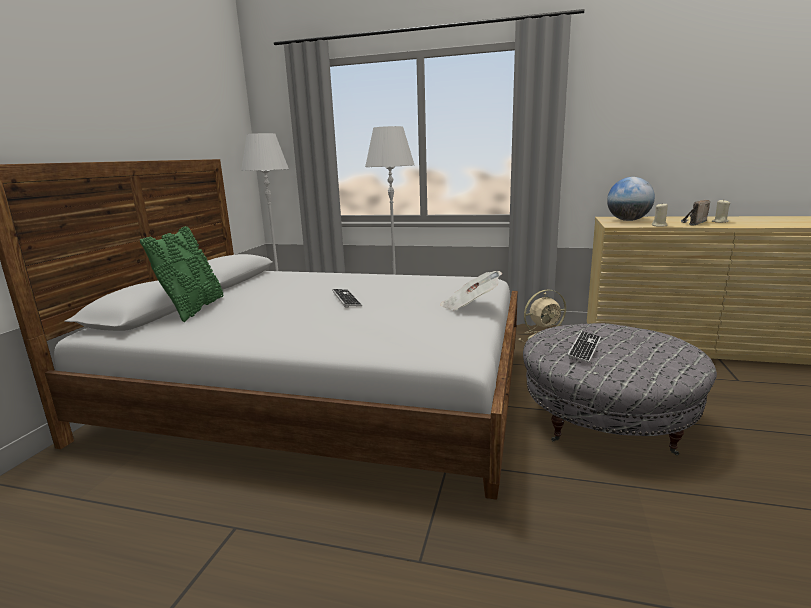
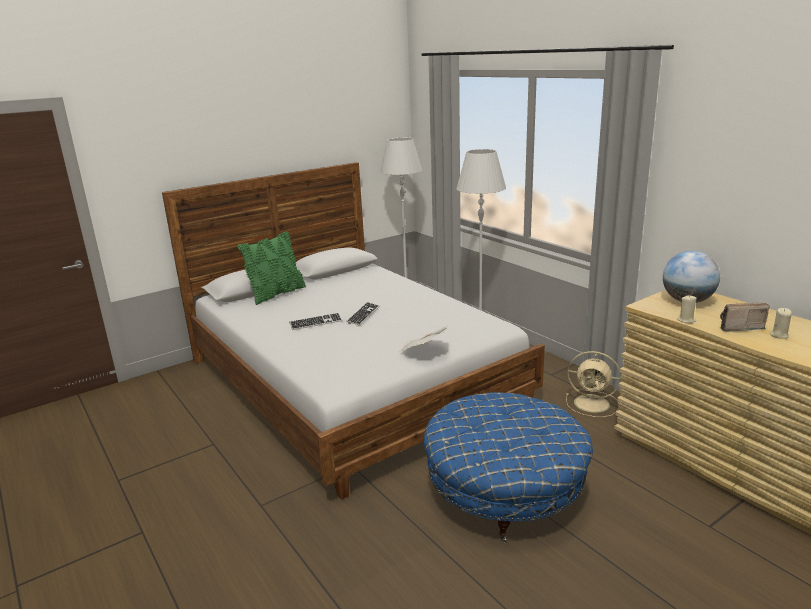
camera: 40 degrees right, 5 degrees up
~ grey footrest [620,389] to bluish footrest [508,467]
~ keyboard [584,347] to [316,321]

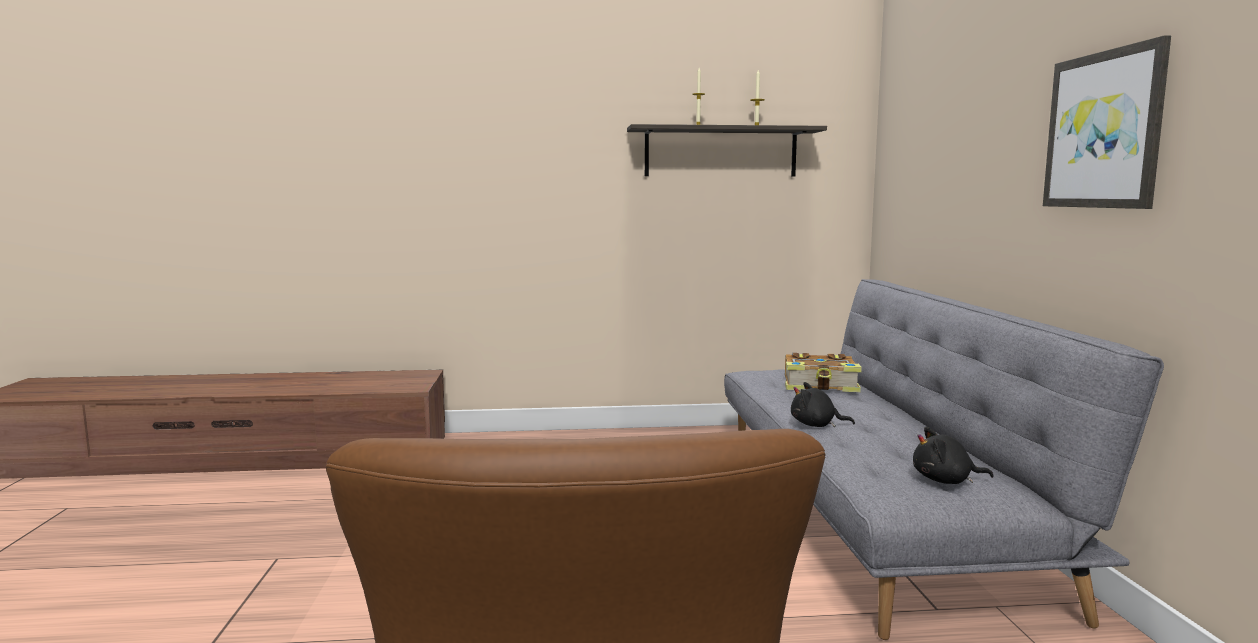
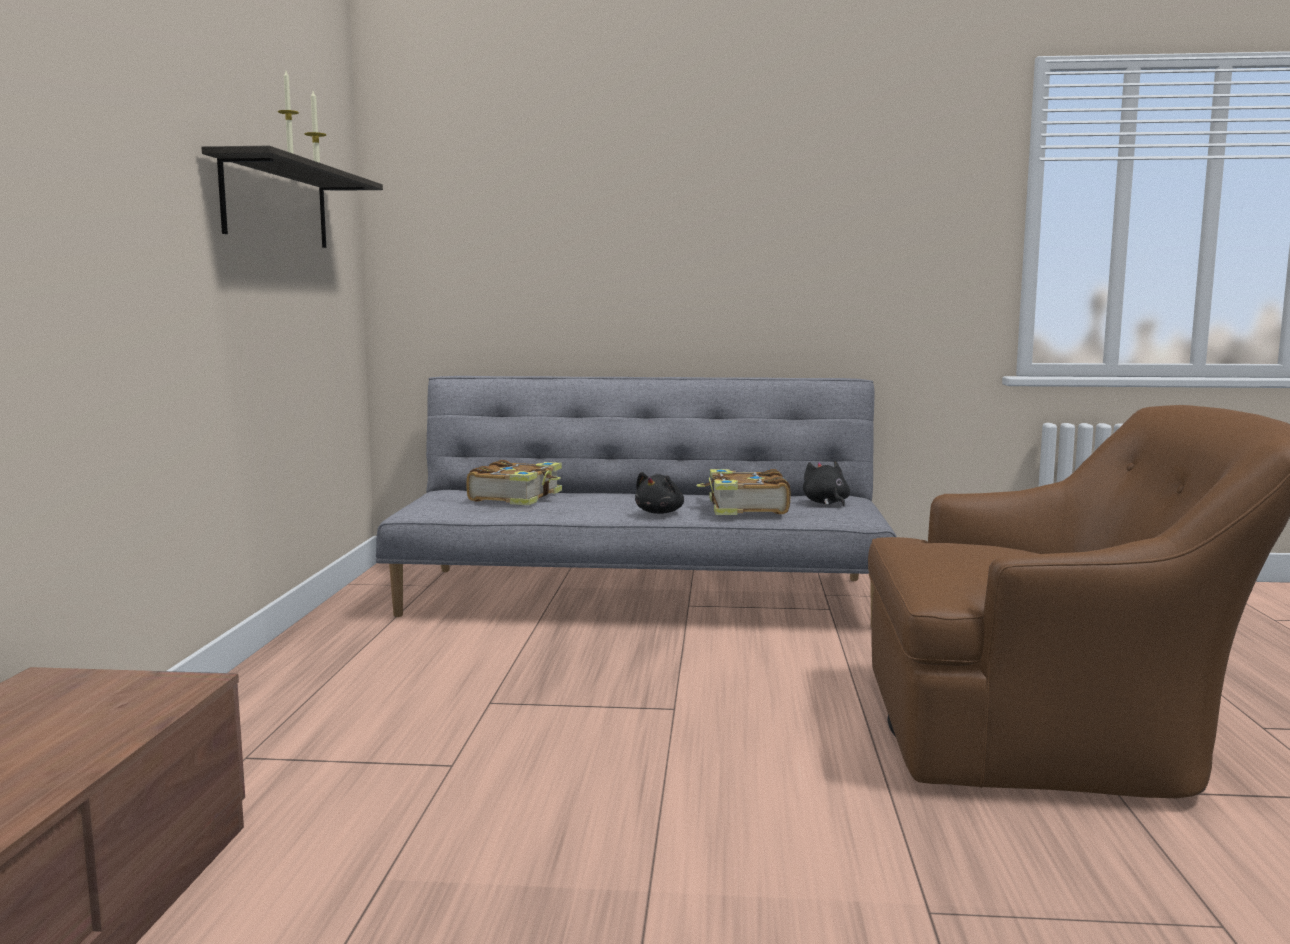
camera: 80 degrees left, 0 degrees up
- wall art [1107,122]
~ blackish soft toy [953,455] = [826,484] 150 degrees clockwise
+ bound book [743,492]

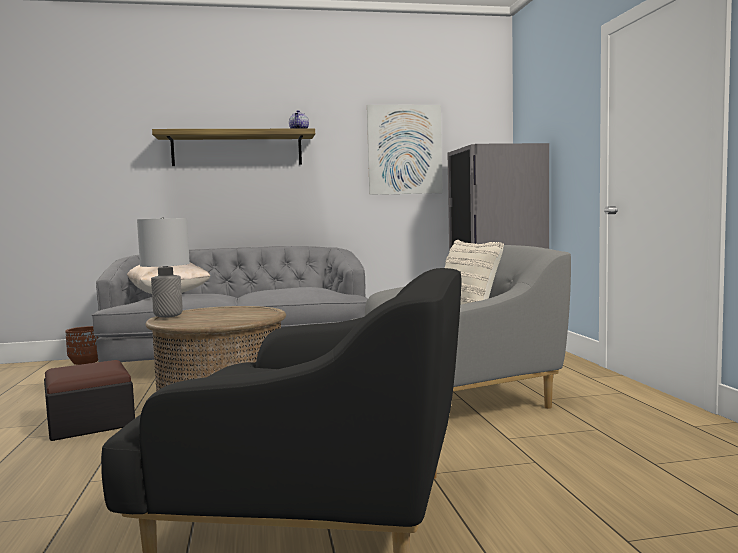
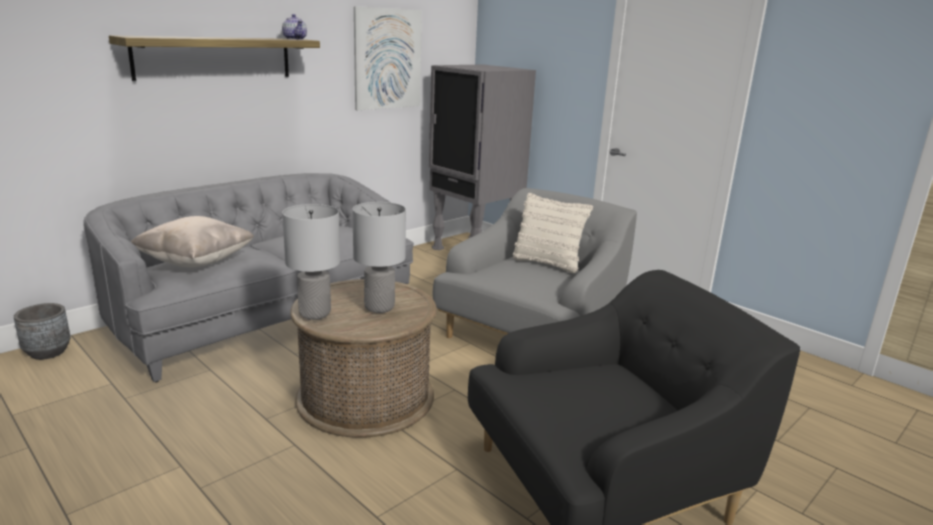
camera: 35 degrees left, 15 degrees up
~ brown-coloured flower pot [82,345] to grey flower pot [42,331]
- footrest [89,400]
+ grey table lamp [379,257]

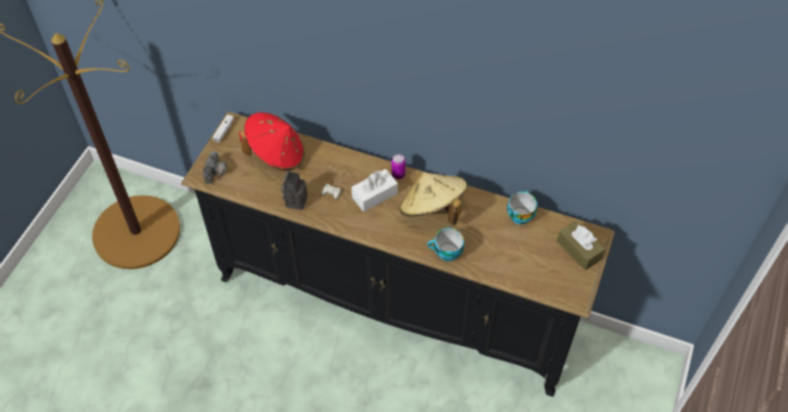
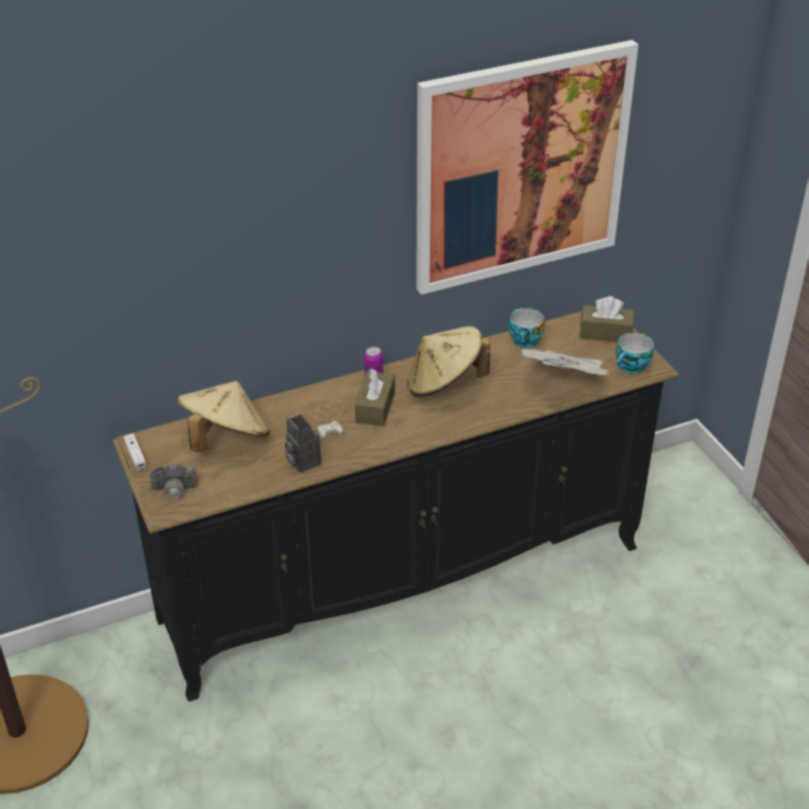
camera: 45 degrees left, 15 degrees down
~ red-coloured hat [271,141] to beige-coloured hat [223,416]
~ photo camera [217,168] = [178,481] 120 degrees clockwise
~ whitish tissue box [374,190] to brown-coloured tissue box [375,397]
~ small cup [445,244] to [635,353]
+ wall art [527,167]
+ newspaper [565,362]

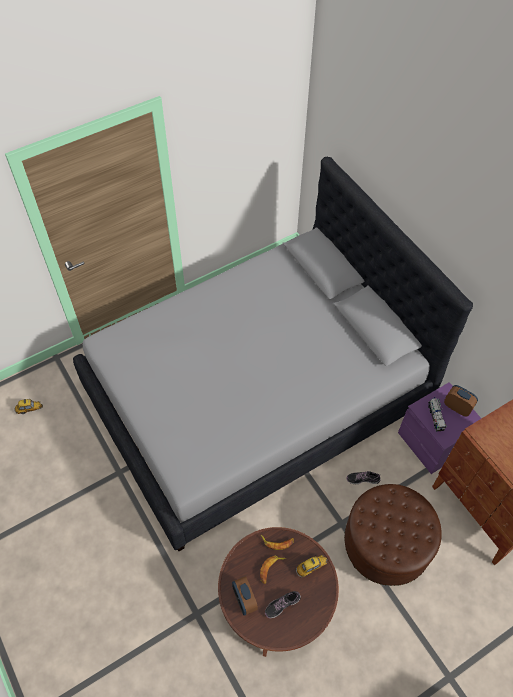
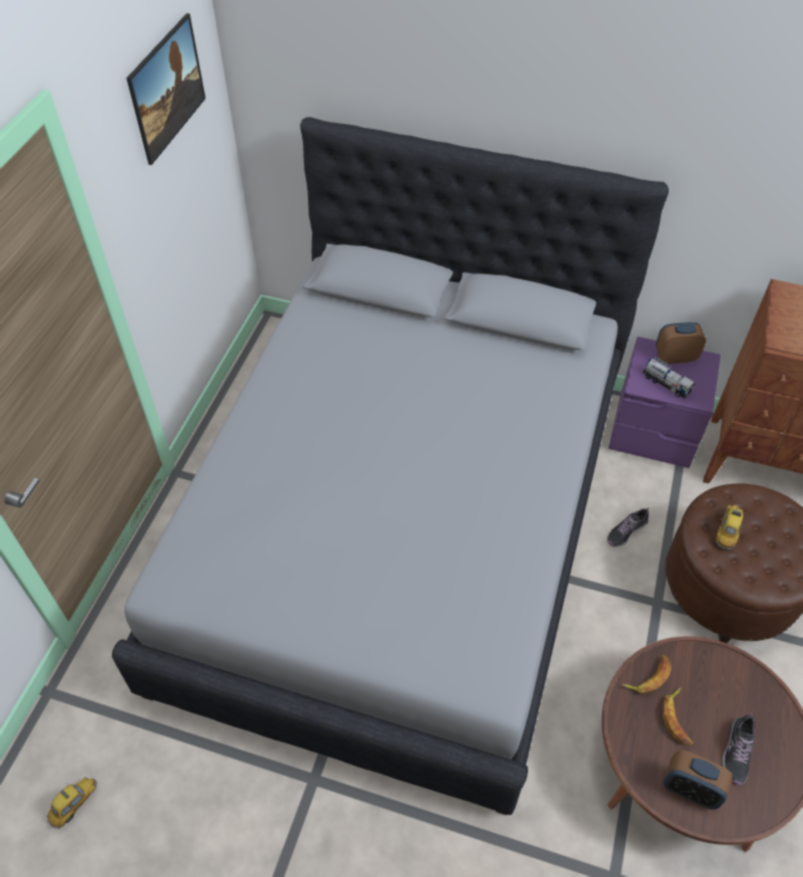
camera: 40 degrees left, 5 degrees down
~ toy car [311,566] to [729,527]
+ wall art [166,89]

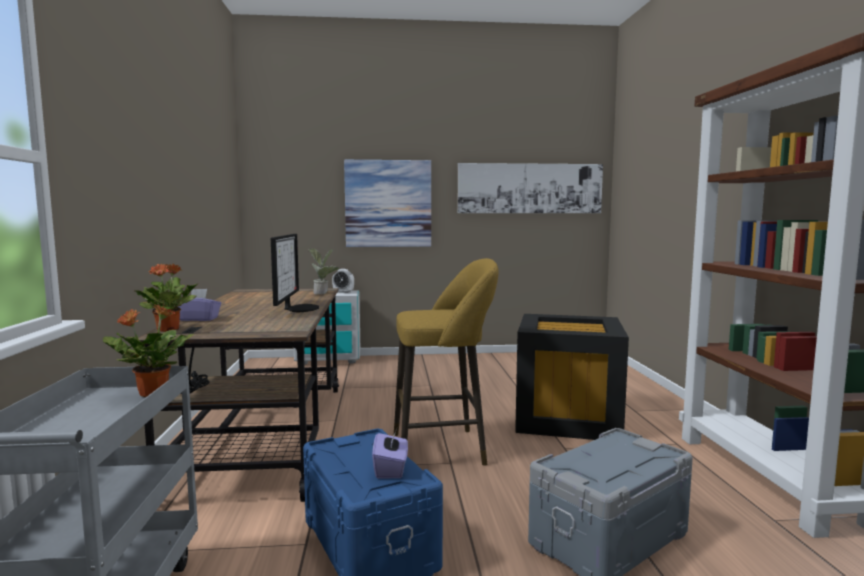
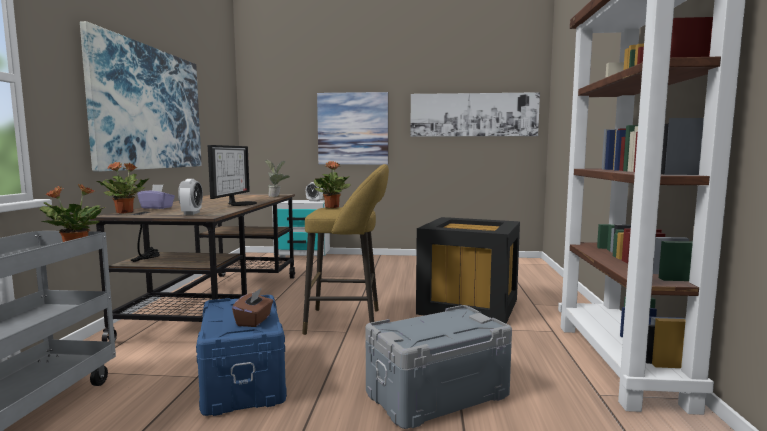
camera: 10 degrees right, 0 degrees up
~ purplish tissue box [390,454] to brown-coloured tissue box [252,308]
+ wall art [141,96]
+ potted plant [332,184]
+ bedside clock [190,197]

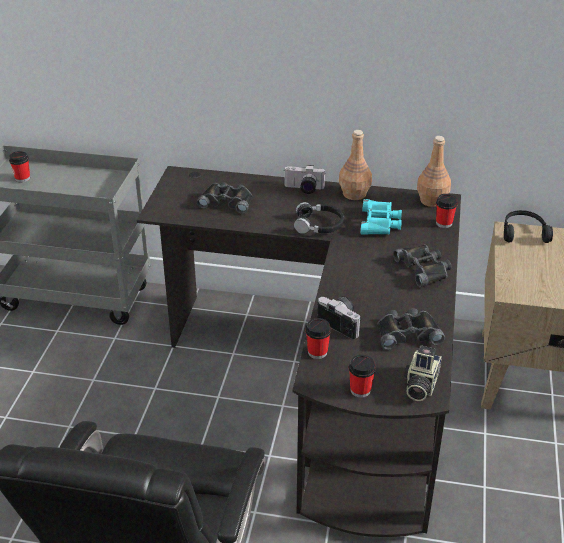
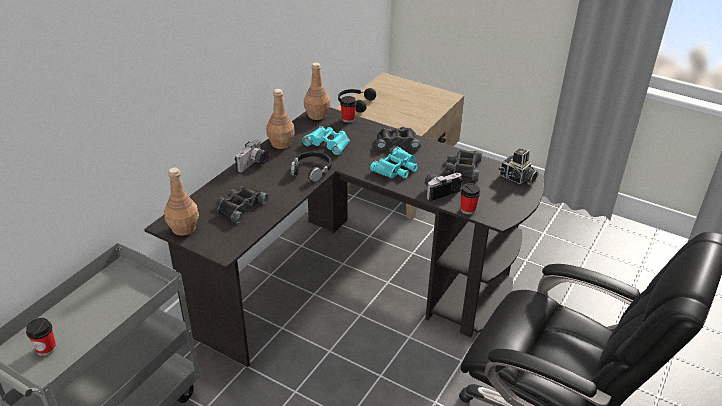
camera: 70 degrees left, 0 degrees up
- small cup [362,376]
+ blue-green pair of binoculars [394,163]
+ brown-coloured beverage bottle [181,201]

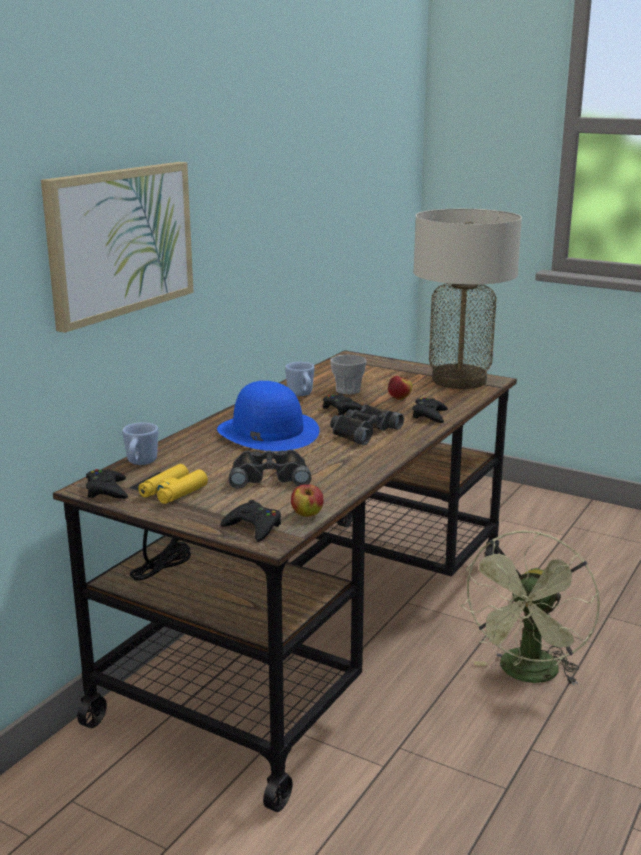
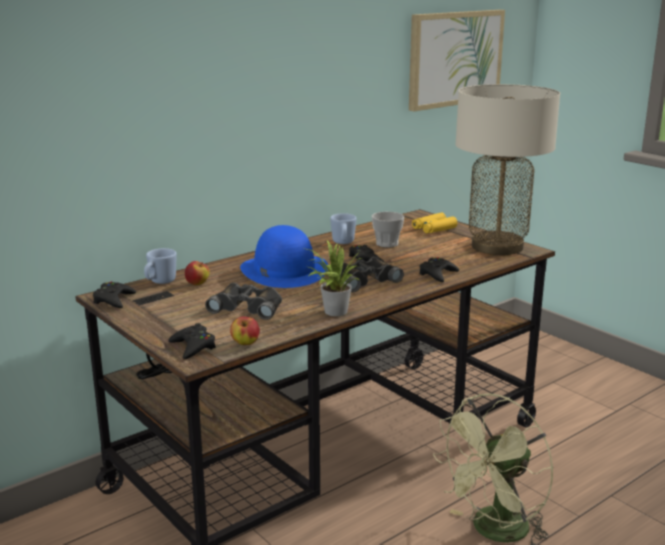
camera: 20 degrees right, 0 degrees up
~ wall art [117,247] to [457,60]
~ apple [400,388] to [197,273]
~ yellow-coloured pair of binoculars [173,484] to [435,223]
+ potted plant [331,278]

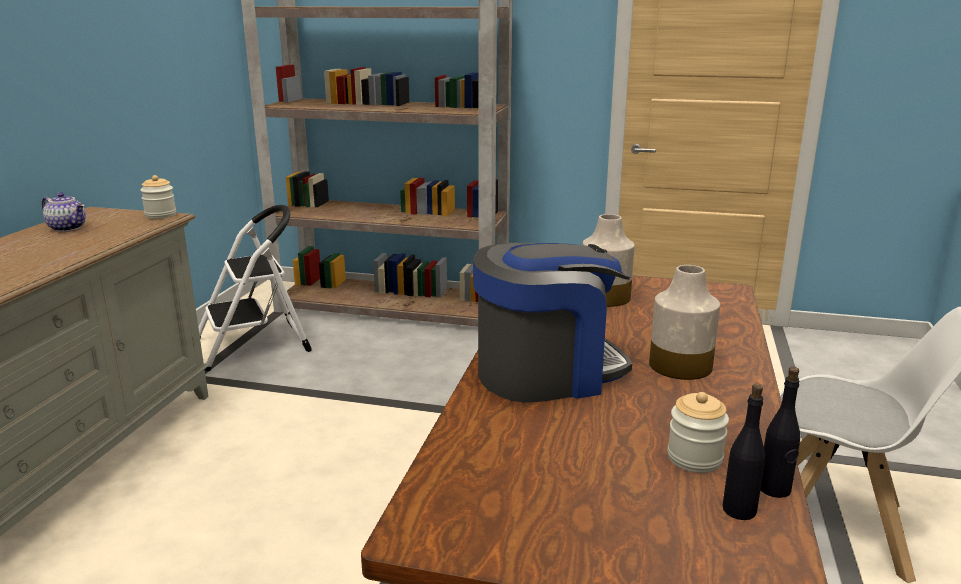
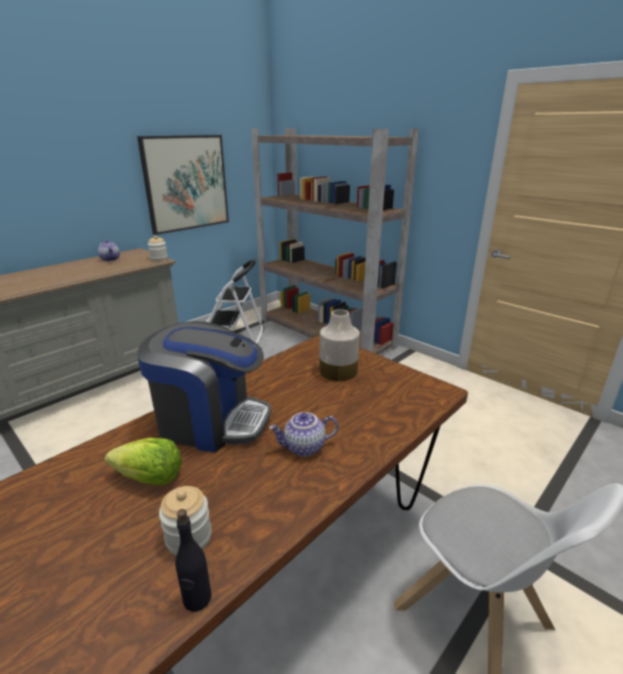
camera: 30 degrees right, 5 degrees up
~ beige-coloured vase [684,322] to teapot [303,434]
- blackish beverage bottle [744,452]
+ wall art [183,185]
+ head of lettuce [143,462]

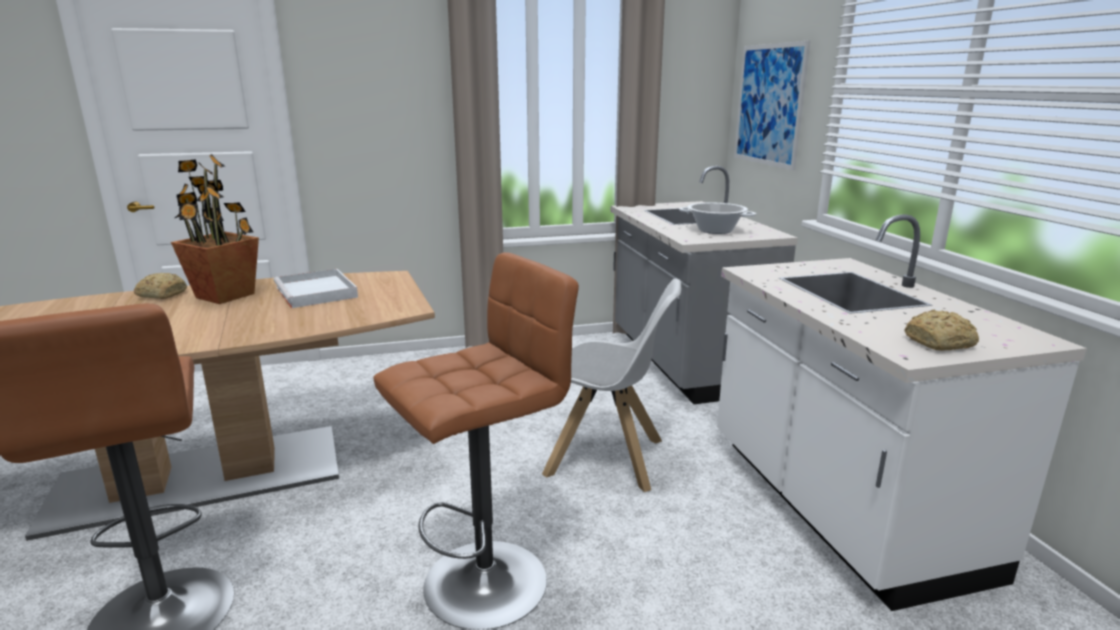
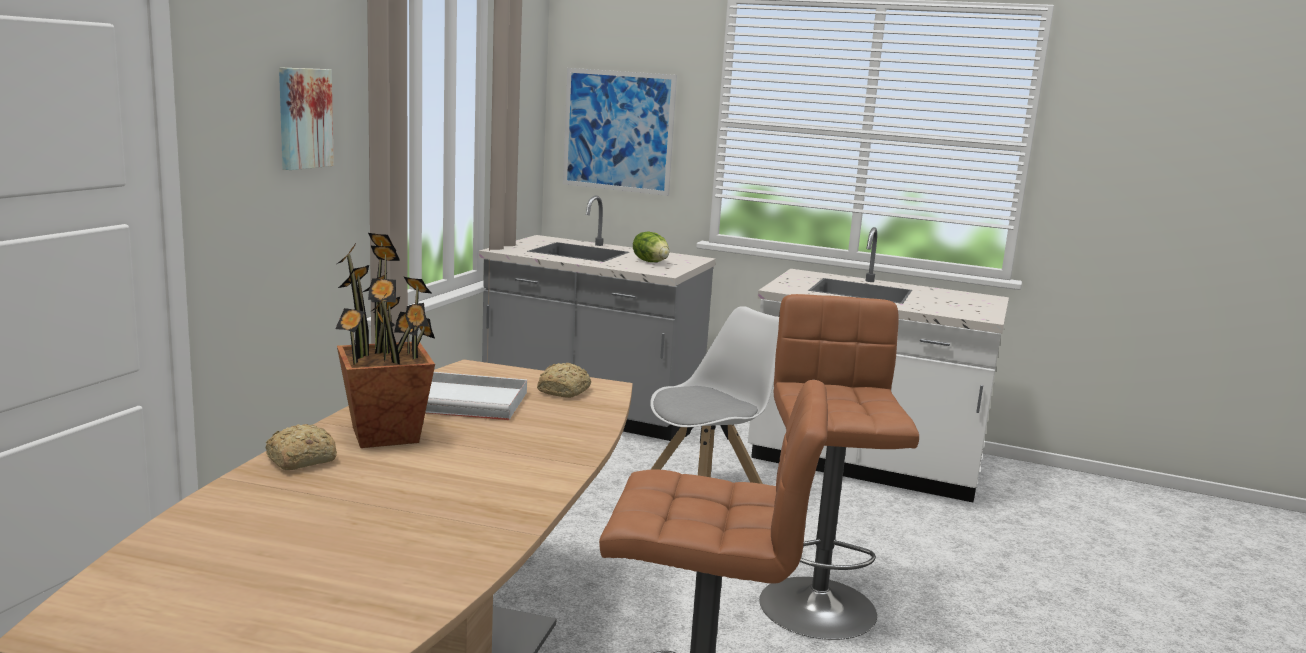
camera: 55 degrees left, 5 degrees down
~ stockpot [717,218] to head of lettuce [651,247]
~ bakery bread [941,330] to [564,380]
+ wall art [306,118]

